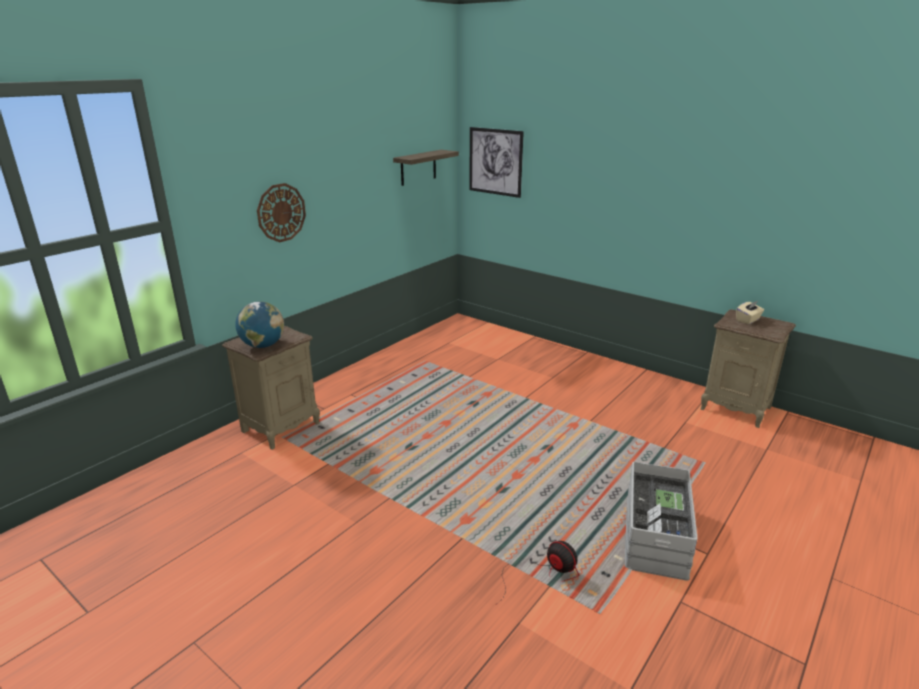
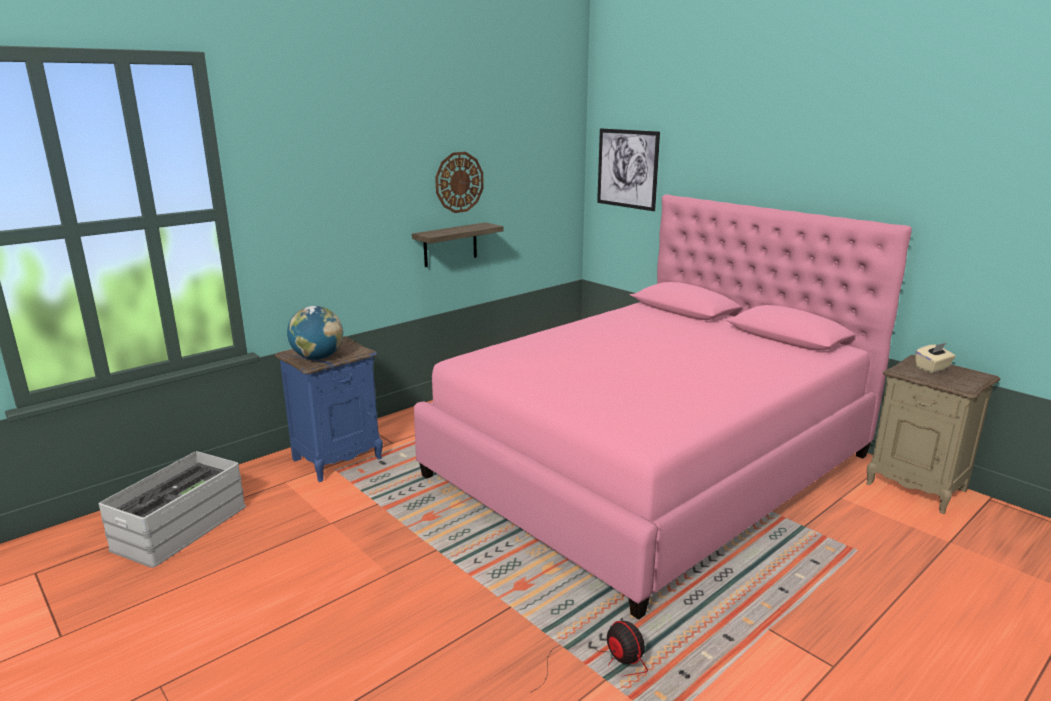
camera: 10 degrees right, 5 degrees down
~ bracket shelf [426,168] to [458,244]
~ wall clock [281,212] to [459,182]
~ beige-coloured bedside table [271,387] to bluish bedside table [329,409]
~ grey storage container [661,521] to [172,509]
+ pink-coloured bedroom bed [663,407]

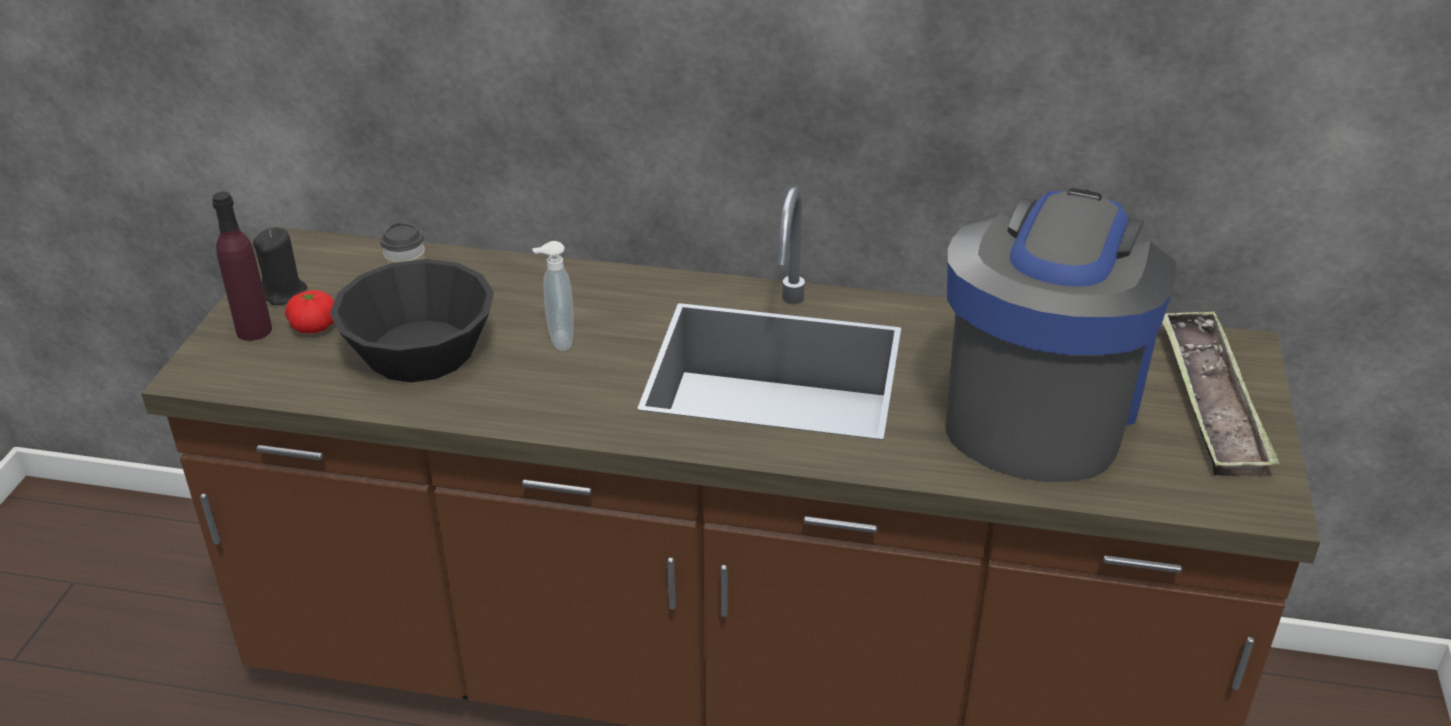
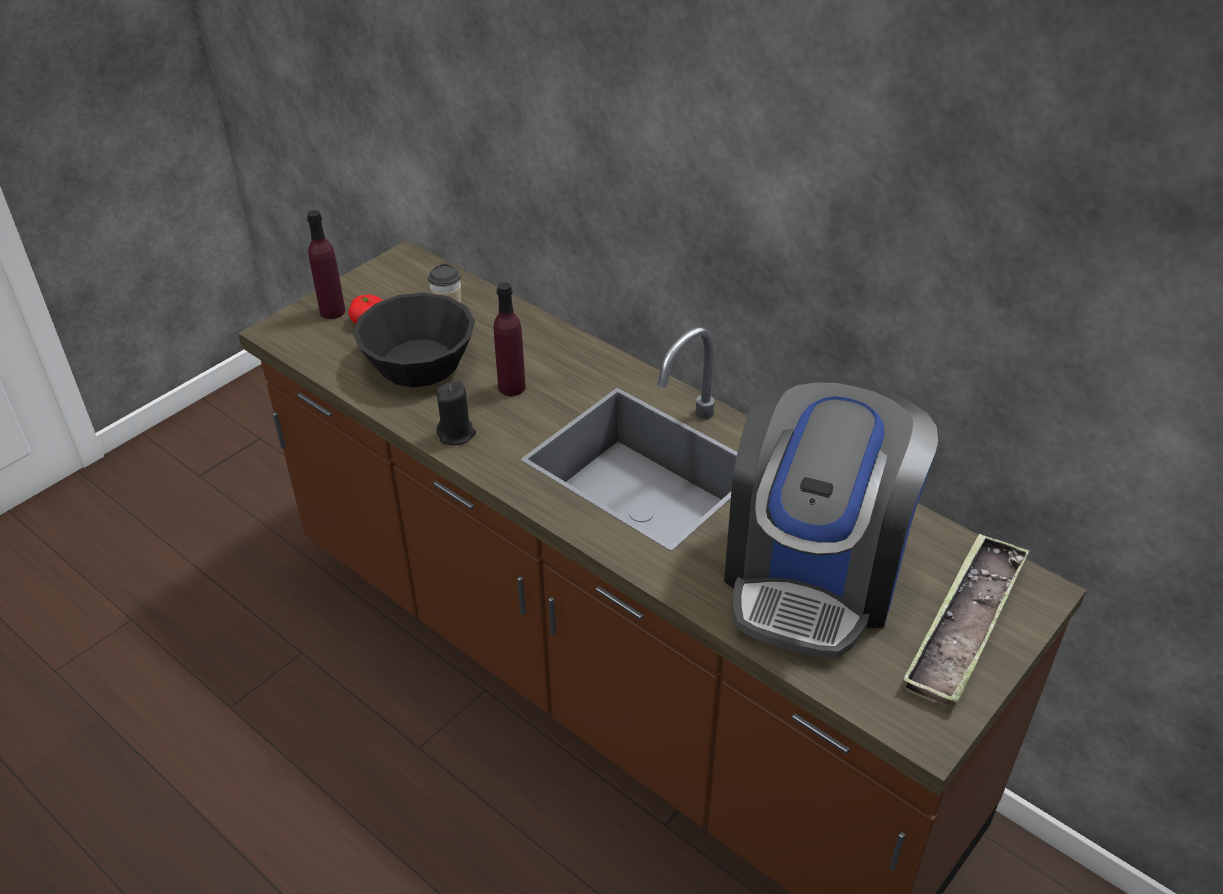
camera: 30 degrees right, 5 degrees up
~ coffee brewer [1060,335] = [831,518] 150 degrees clockwise
~ blackish wax candle [280,266] to [456,413]
~ soap dispenser [553,296] to purplish beverage bottle [510,339]

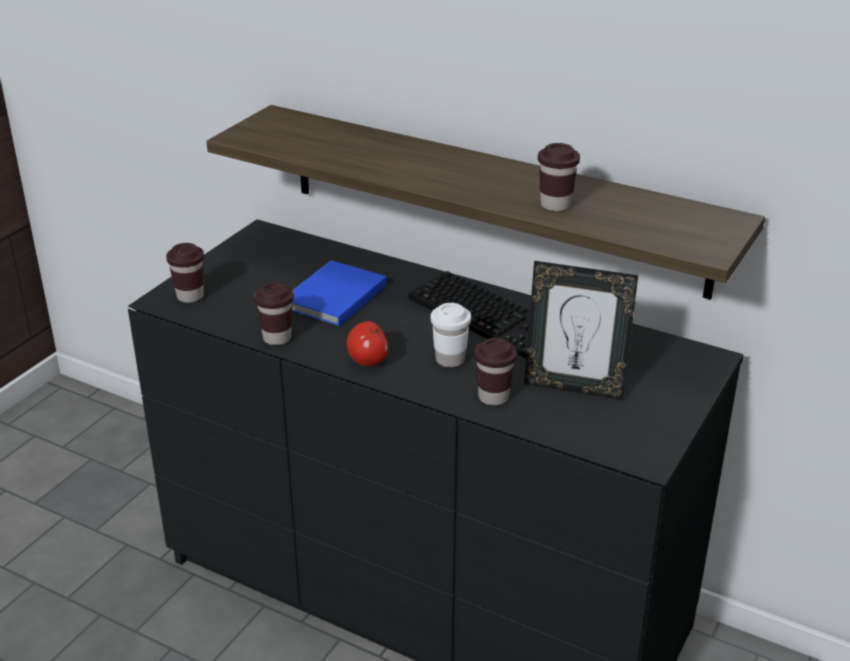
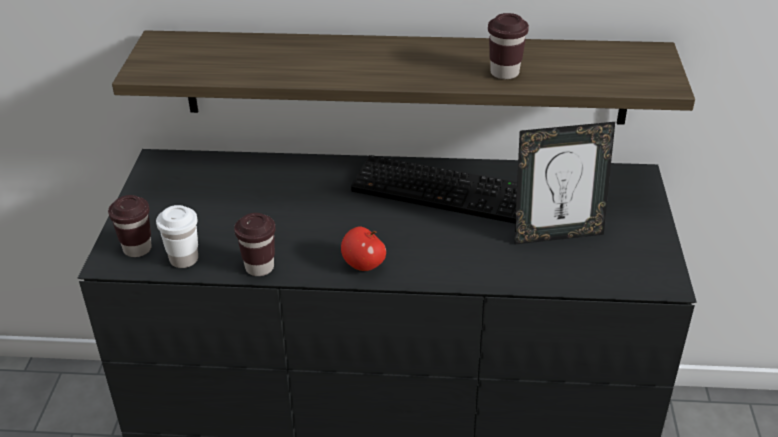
camera: 25 degrees left, 5 degrees up
- bluish bound book [339,293]
~ whitish small cup [451,335] to [177,236]
- brown-coloured small cup [495,372]

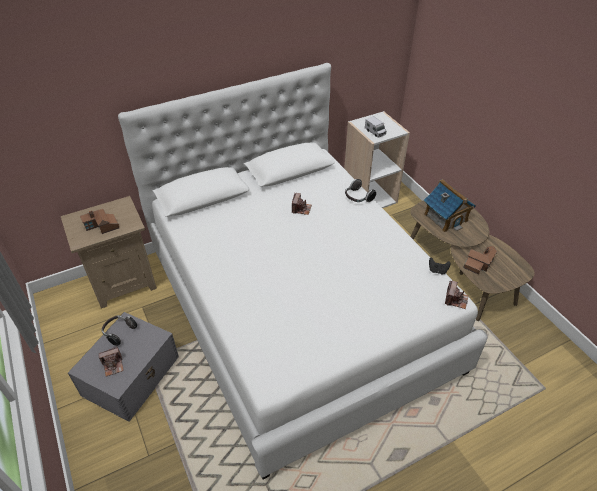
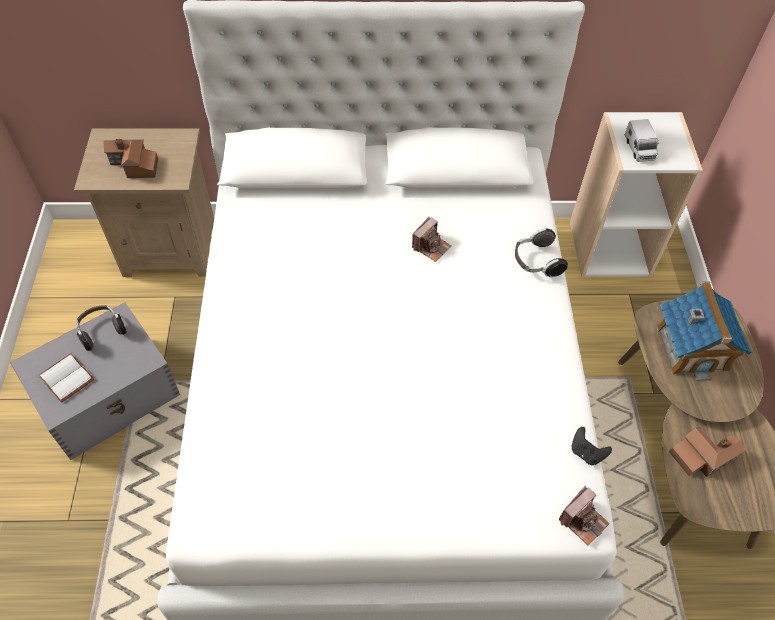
camera: 25 degrees right, 10 degrees up
~ photo camera [111,362] to whitish bound book [66,378]

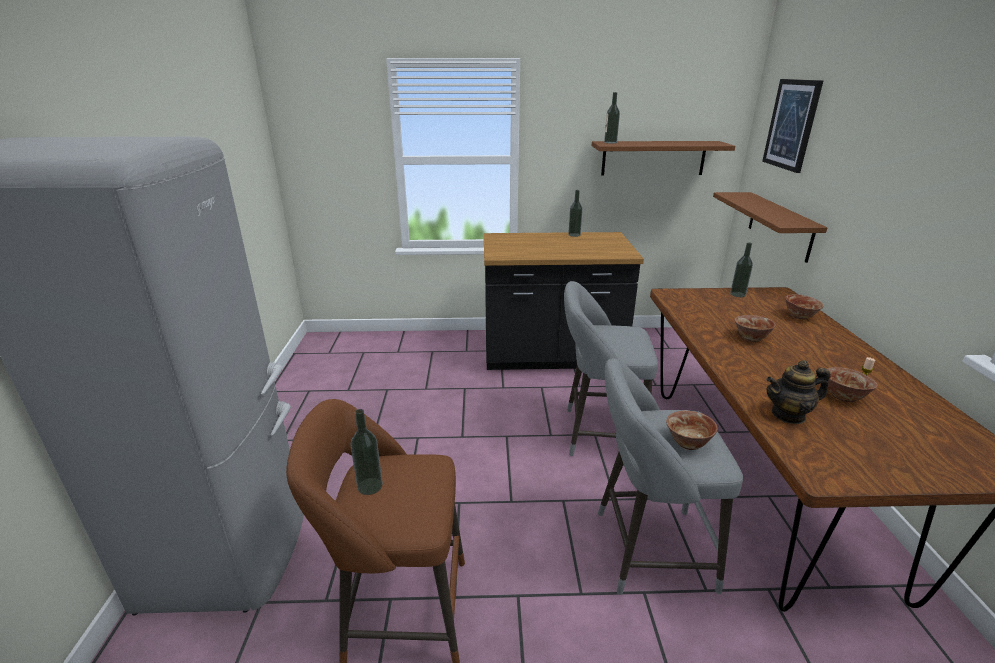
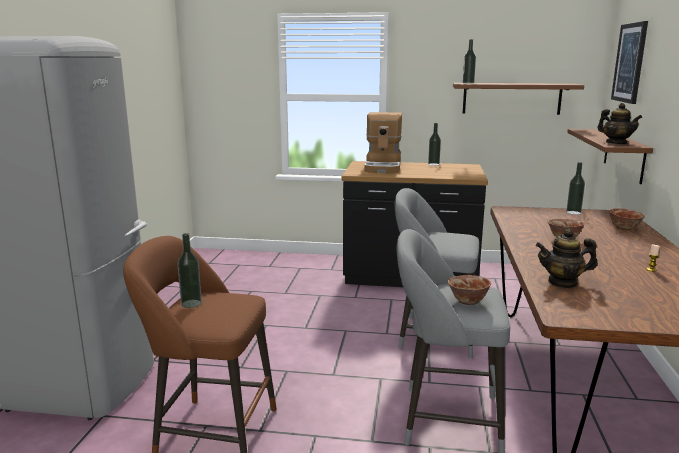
camera: 10 degrees right, 10 degrees down
- serving bowl [852,384]
+ teapot [619,123]
+ coffee brewer [383,142]

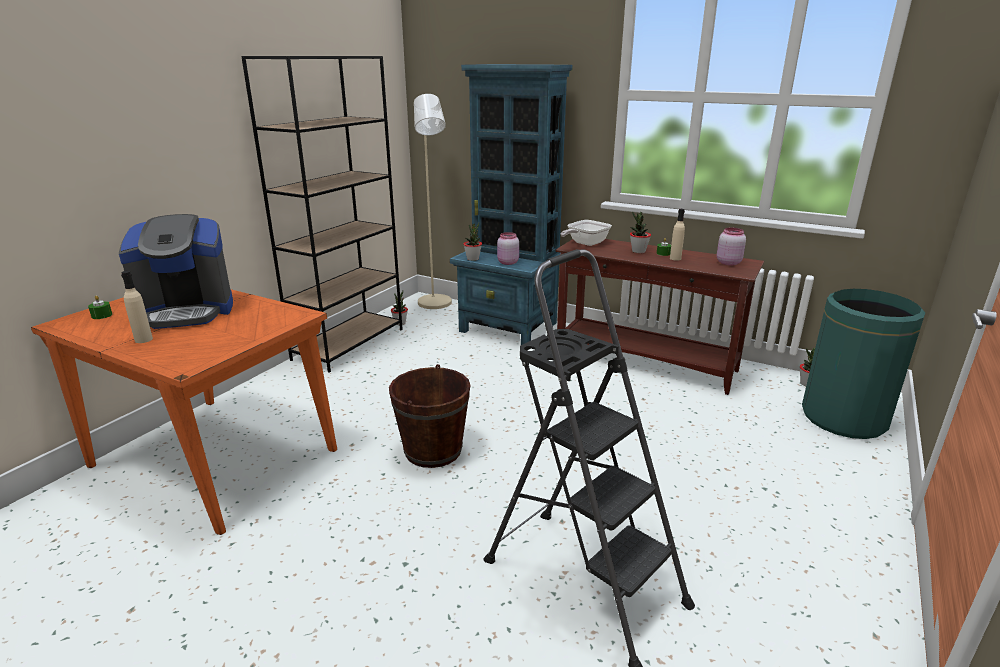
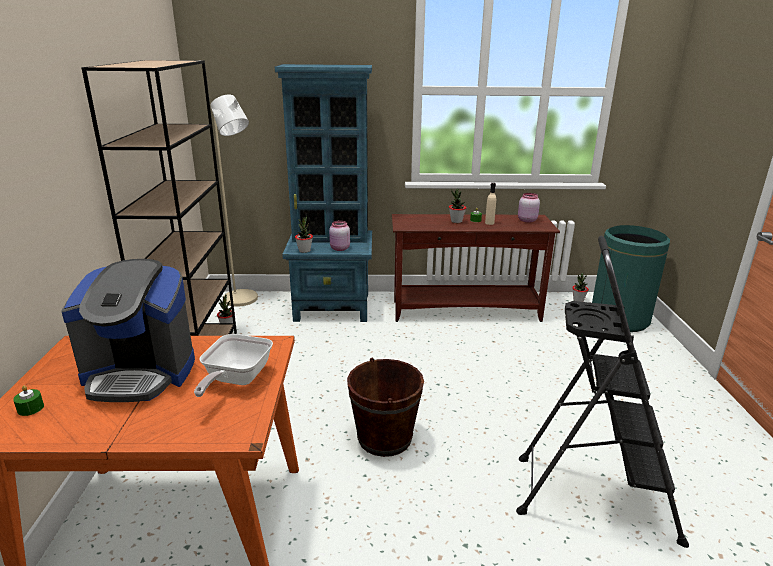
camera: 30 degrees left, 0 degrees up
~ coffee brewer [176,271] = [128,330] 45 degrees clockwise
~ pan [586,233] to [233,365]
- beige-coloured beverage bottle [137,307]

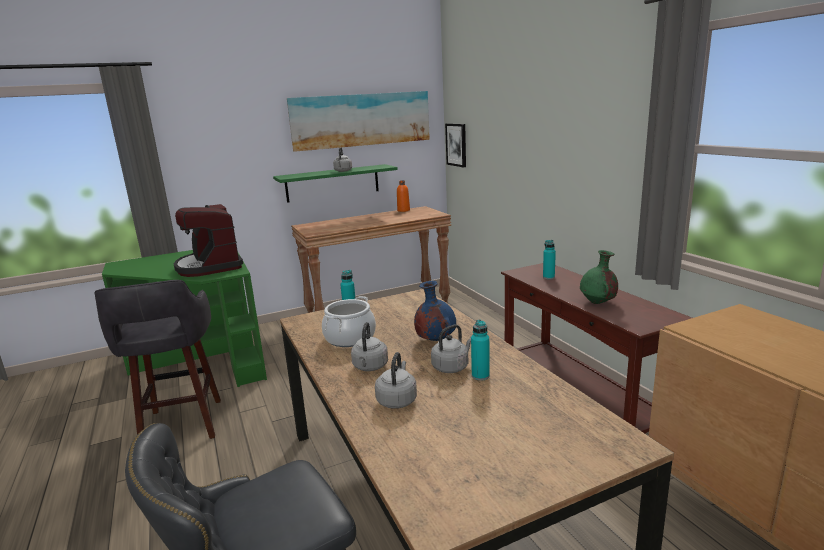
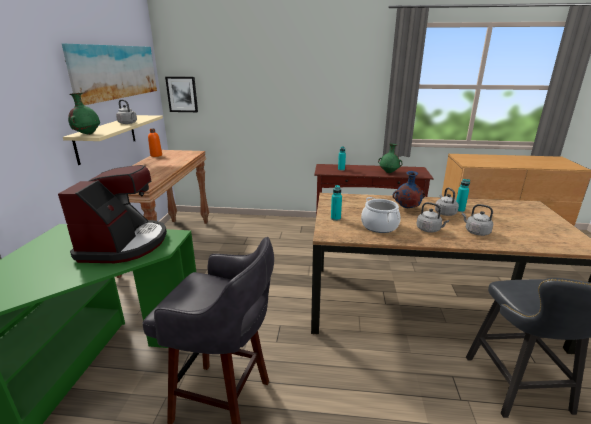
camera: 60 degrees left, 5 degrees up
~ green-coloured bracket shelf [335,183] to beige-coloured bracket shelf [113,140]
~ coffee brewer [208,240] = [112,214] 90 degrees counterclockwise
+ green-coloured vase [84,114]

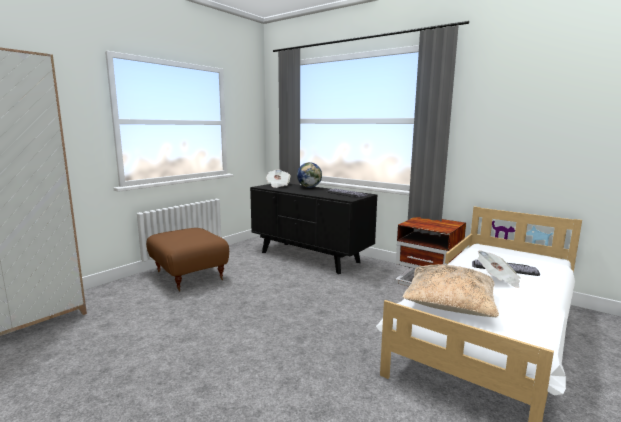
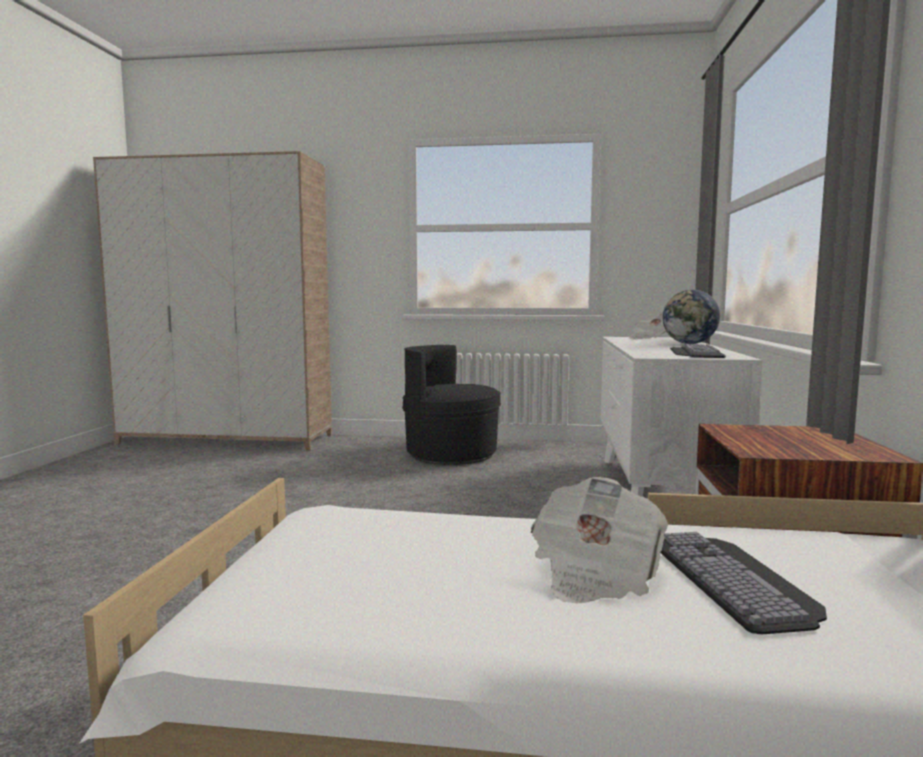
camera: 60 degrees right, 5 degrees down
~ blackish chest of drawers [313,228] to whitish chest of drawers [681,417]
~ brown-coloured footrest [187,259] to blackish easy chair [451,405]
- beige-coloured throw pillow [450,290]

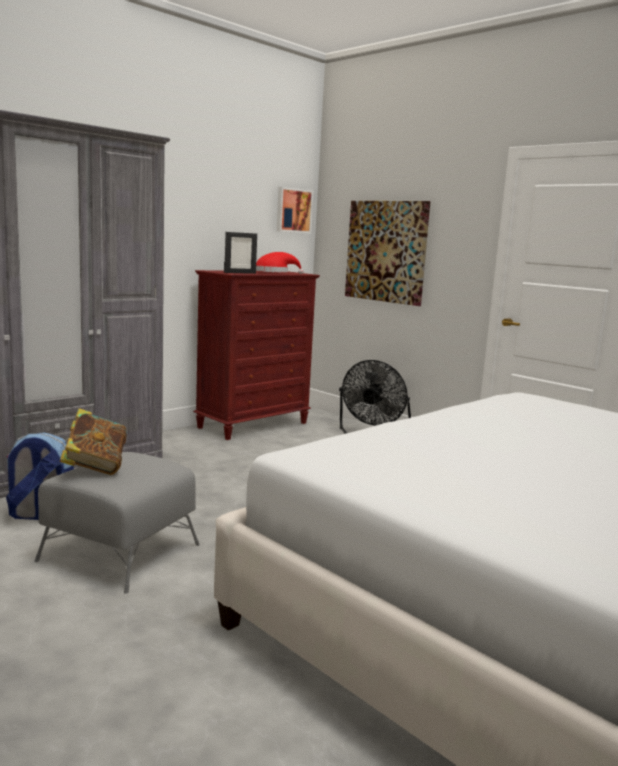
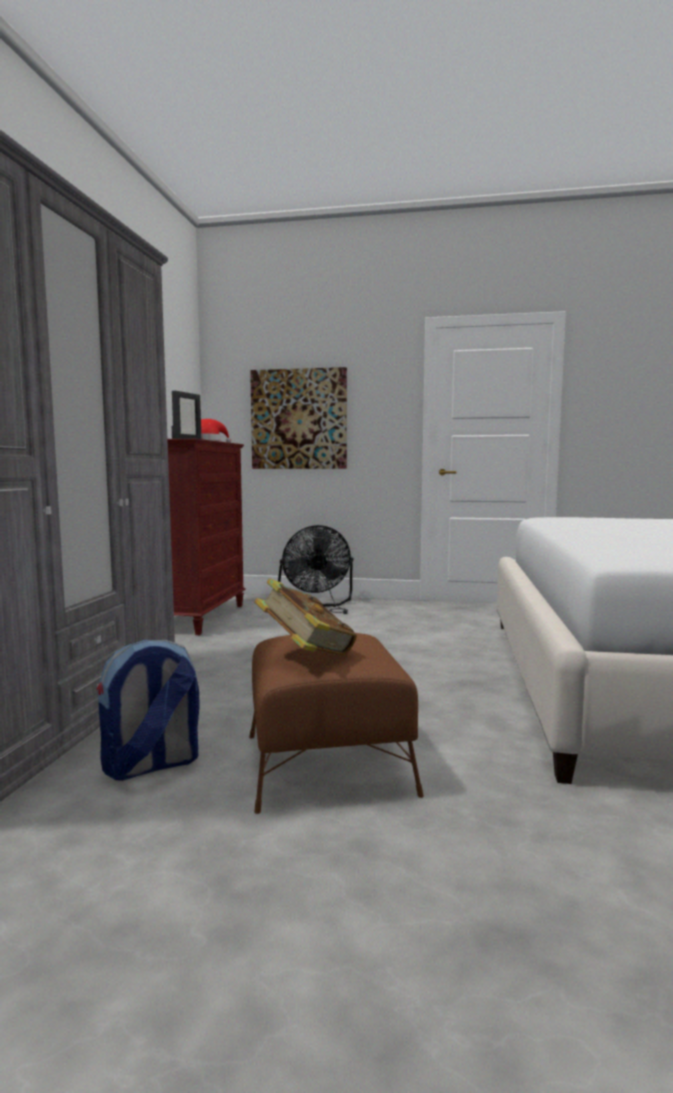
camera: 35 degrees left, 5 degrees down
- wall art [295,210]
~ grey footrest [117,523] to brown-coloured footrest [336,723]

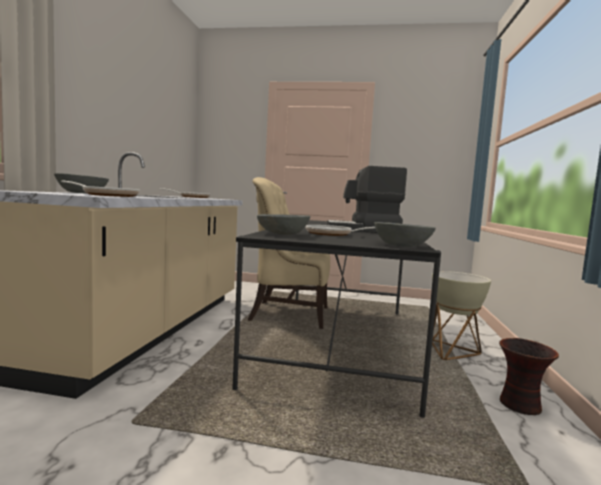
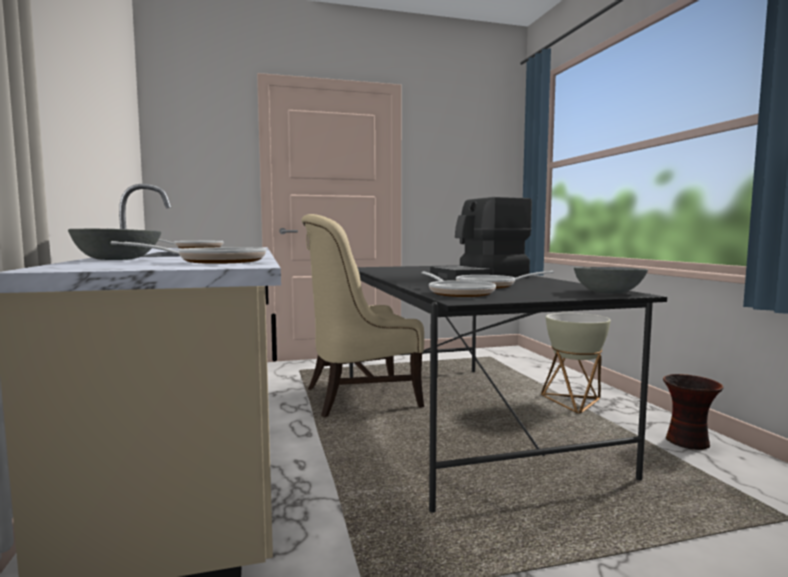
camera: 25 degrees left, 0 degrees up
~ grey serving bowl [284,224] to pan [458,284]

